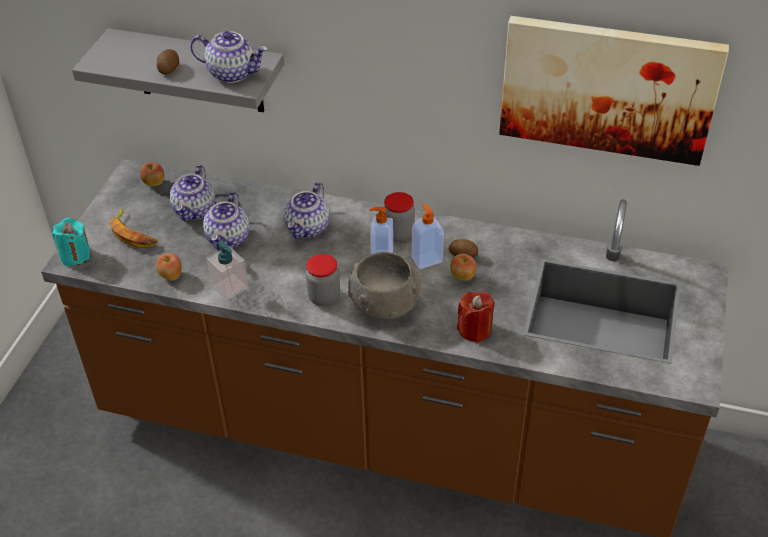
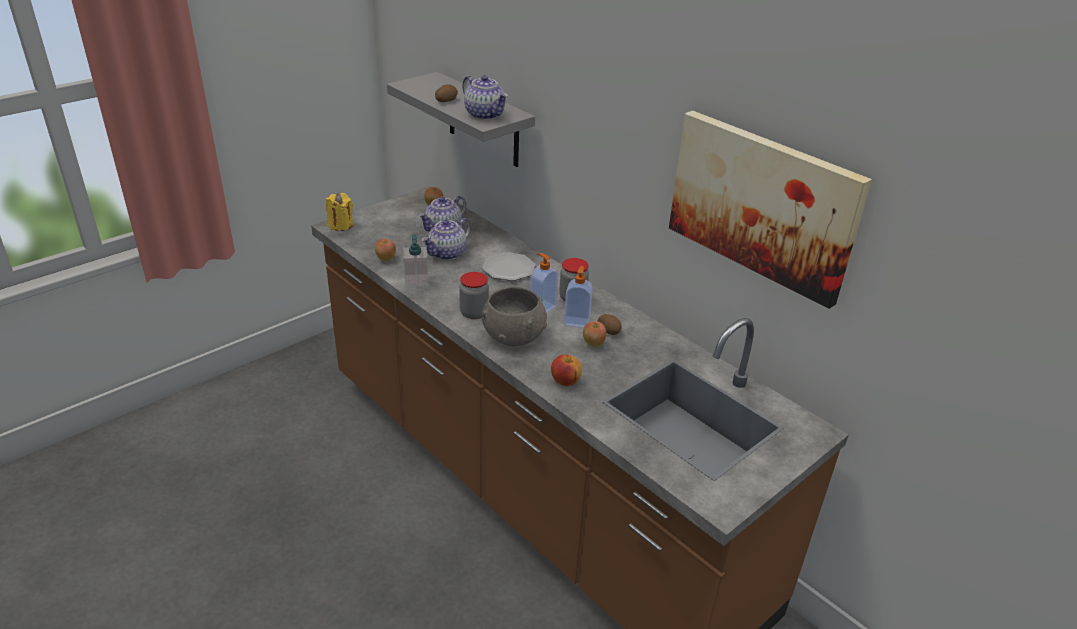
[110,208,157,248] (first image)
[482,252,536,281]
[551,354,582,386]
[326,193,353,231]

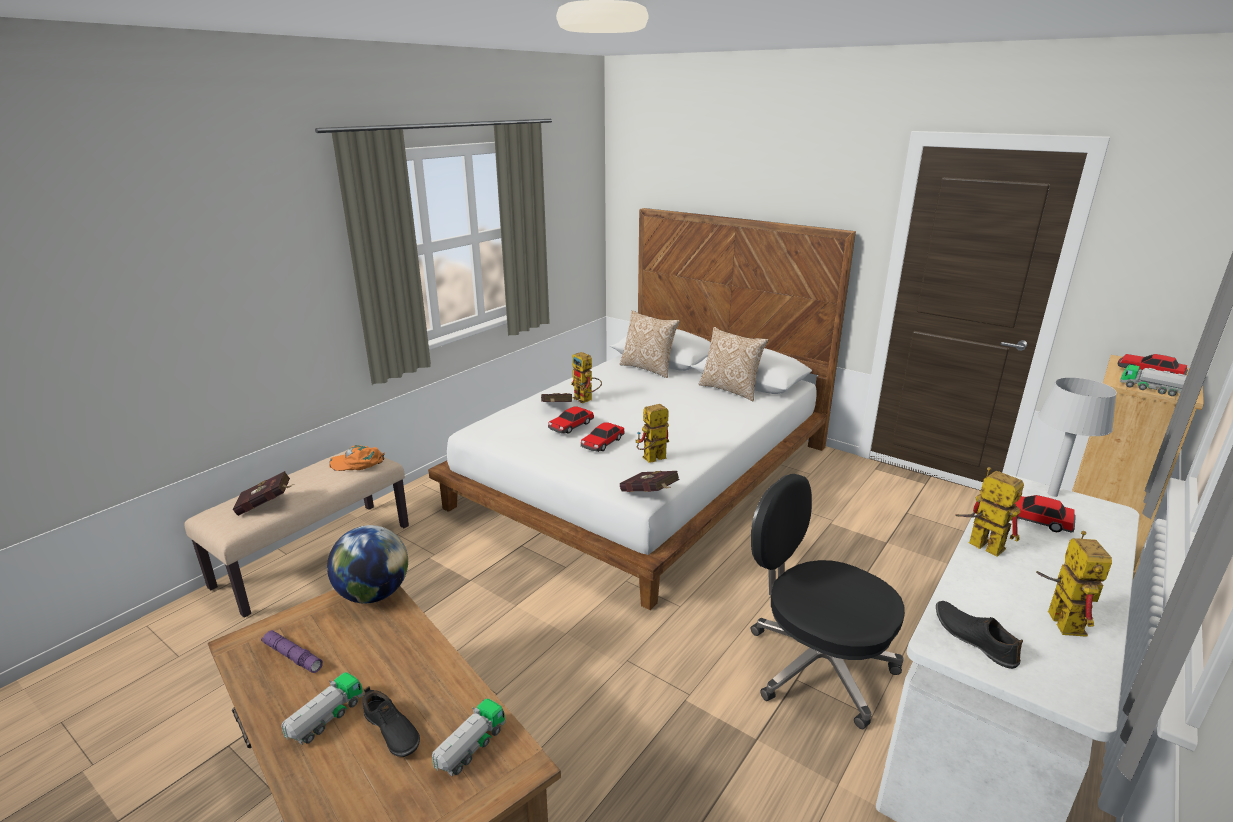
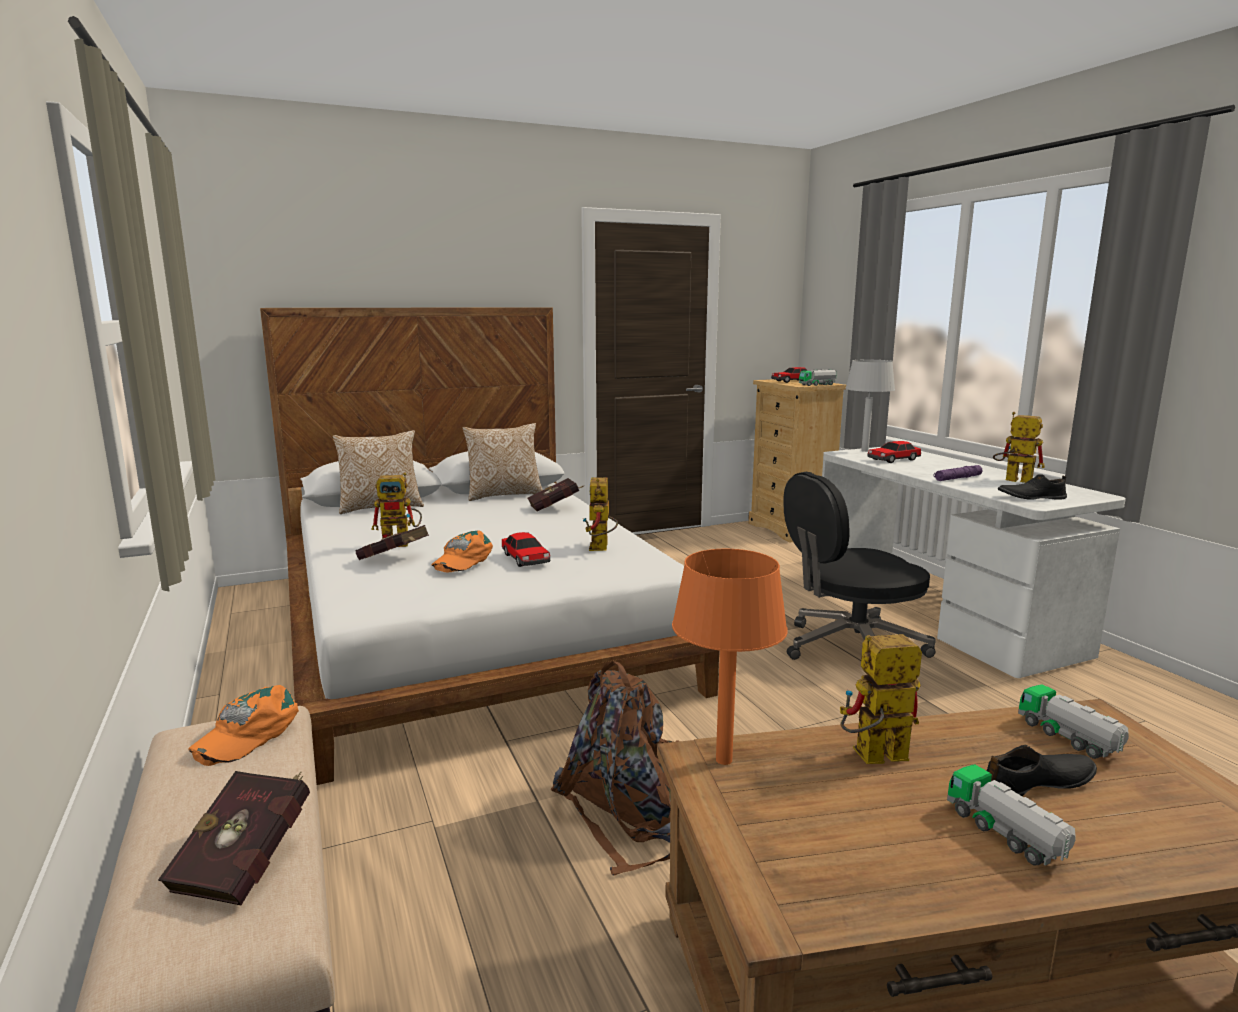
[550,661,679,875]
[934,465,982,481]
[527,478,585,512]
[840,634,922,764]
[672,549,788,765]
[431,530,493,572]

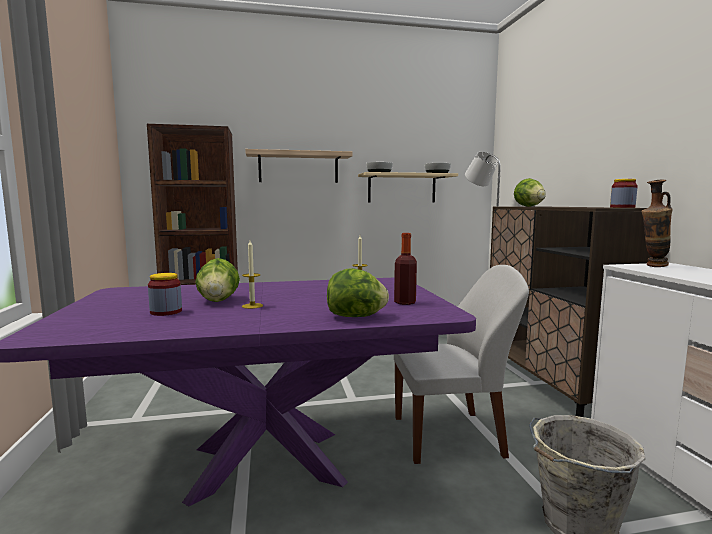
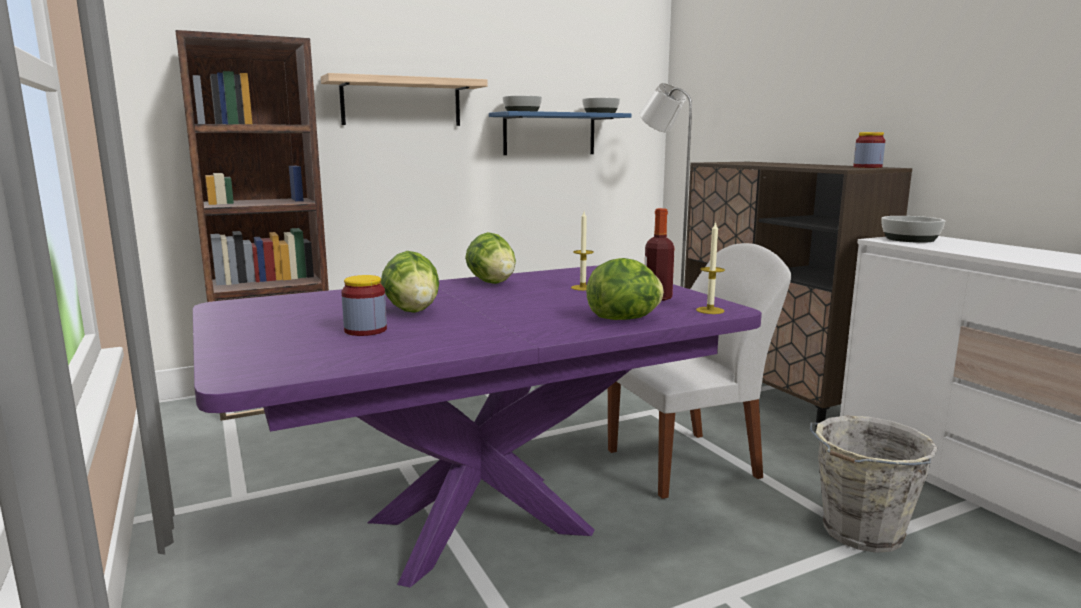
[696,221,725,314]
[465,232,516,284]
[882,216,945,243]
[489,111,632,155]

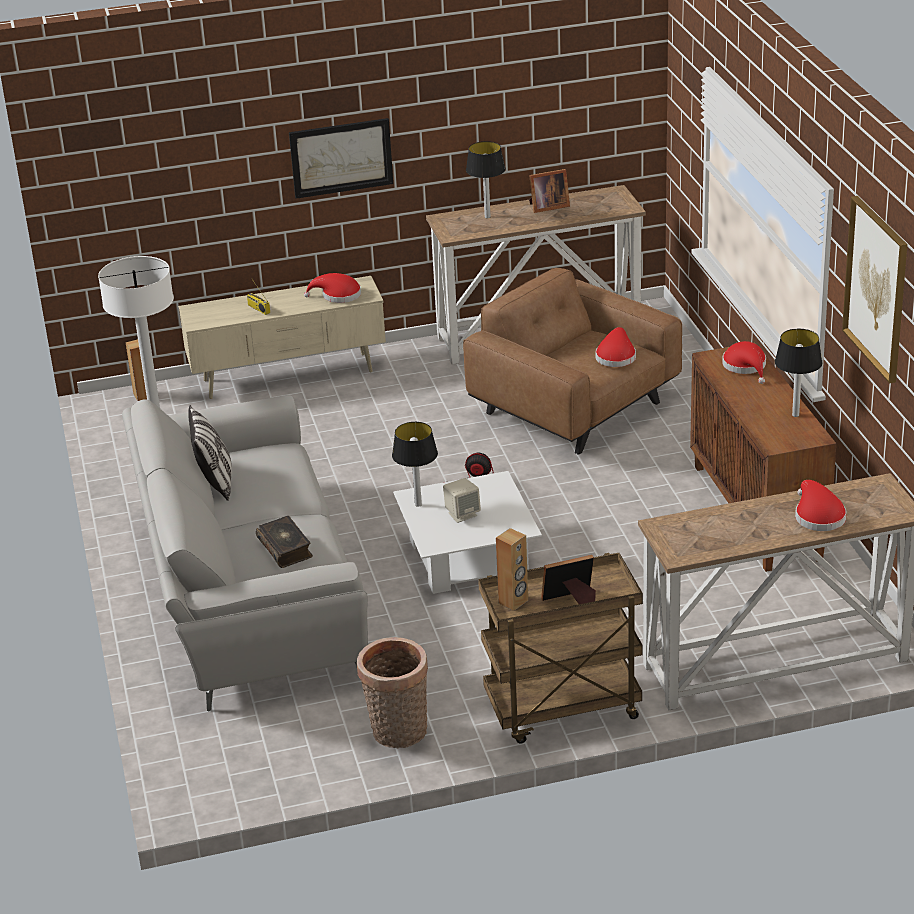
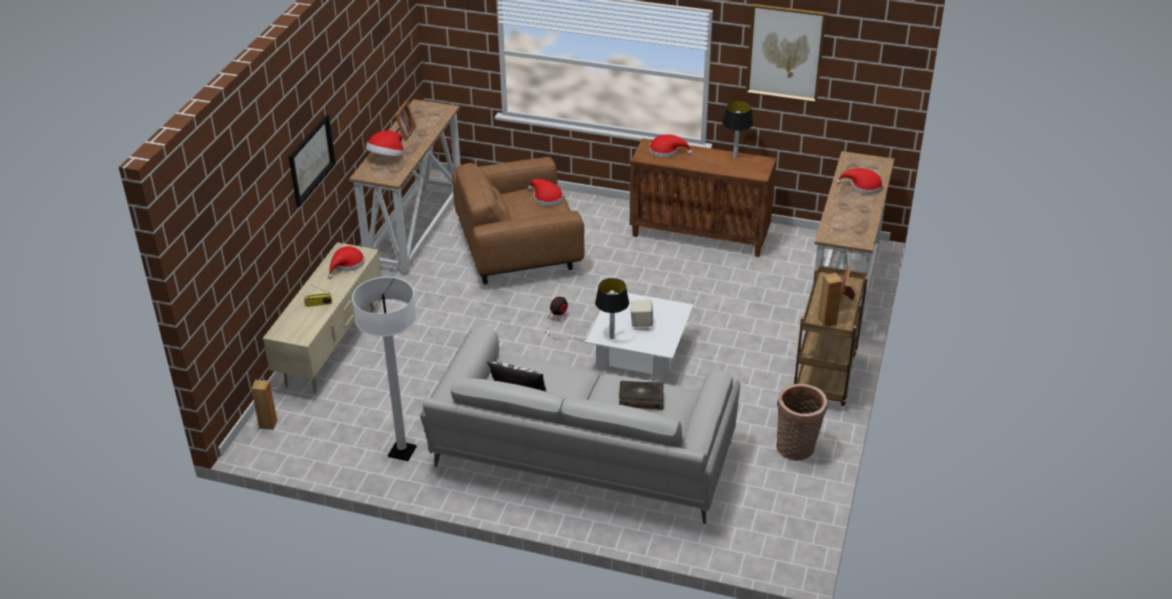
[366,131,403,156]

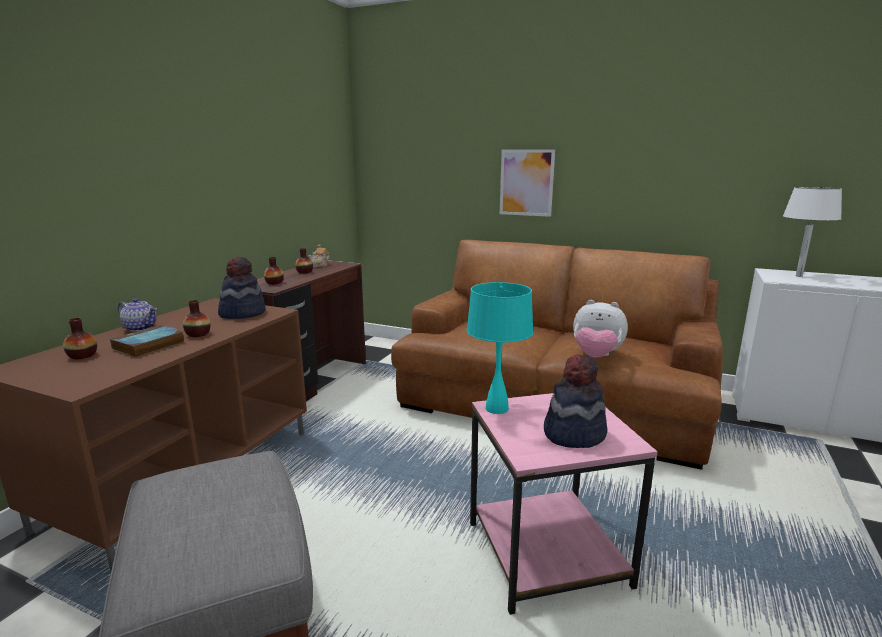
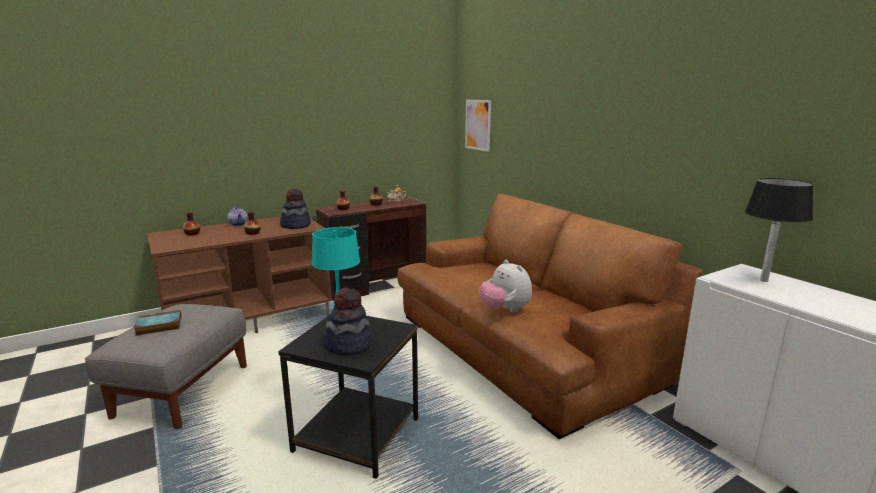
[134,310,182,336]
[465,100,491,152]
[278,316,418,479]
[745,178,814,282]

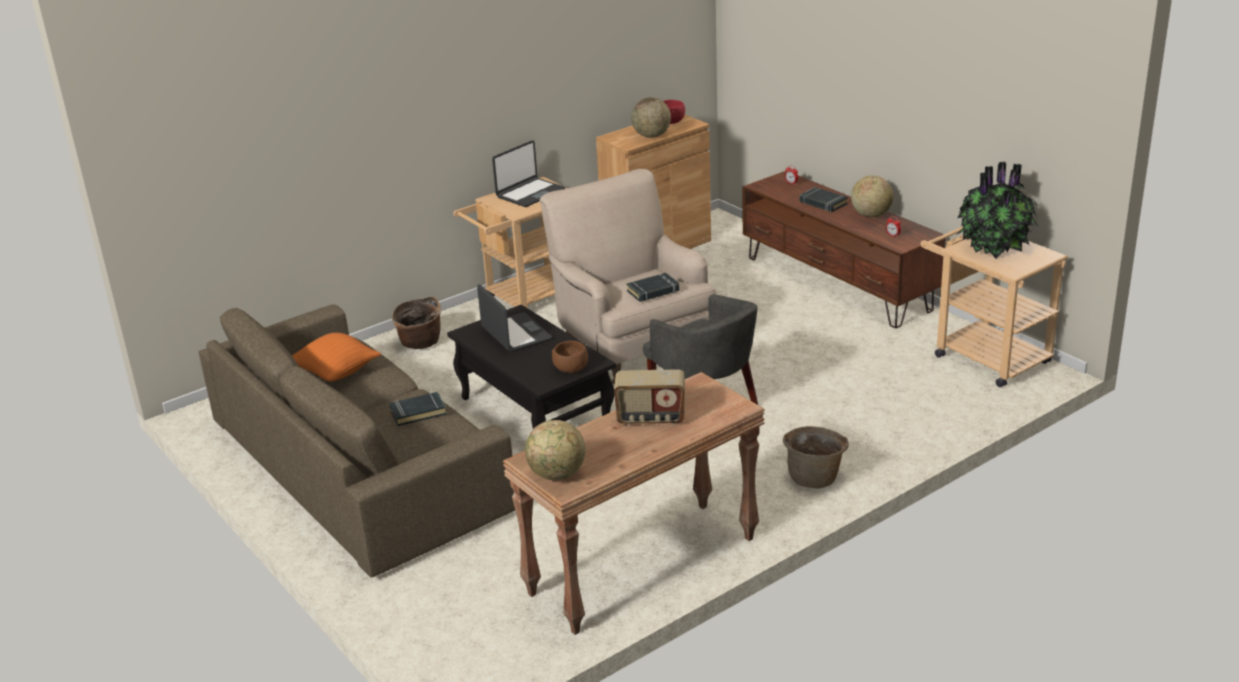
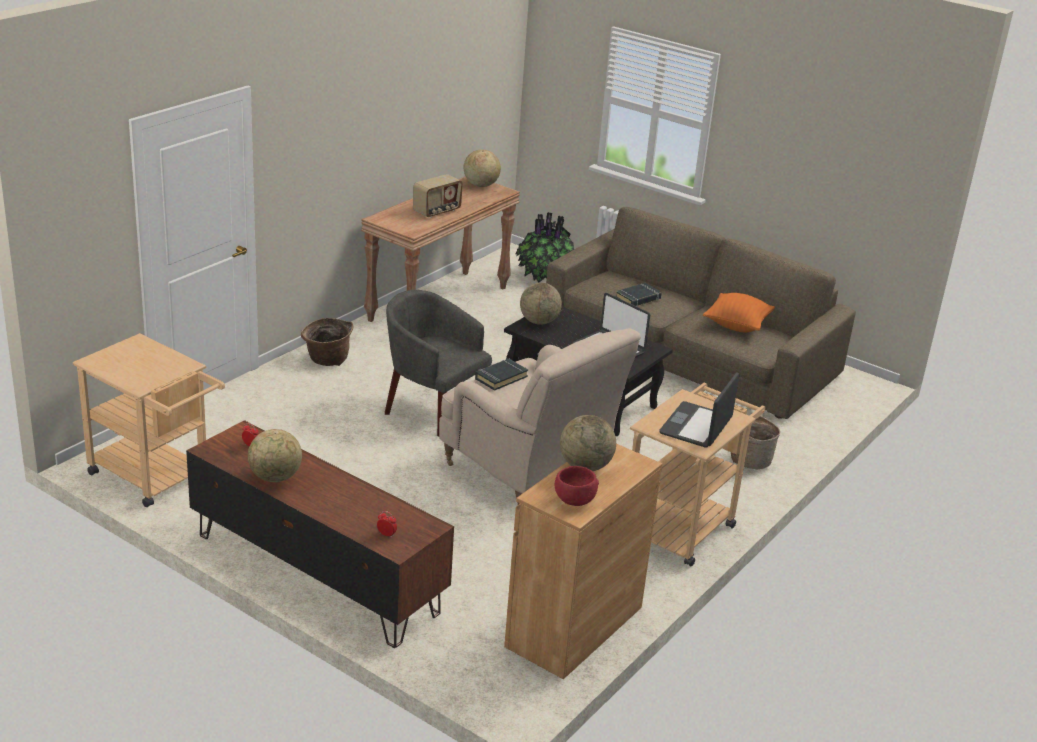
[800,187,848,212] (first image)
[516,212,574,283]
[520,283,562,325]
[413,174,463,218]

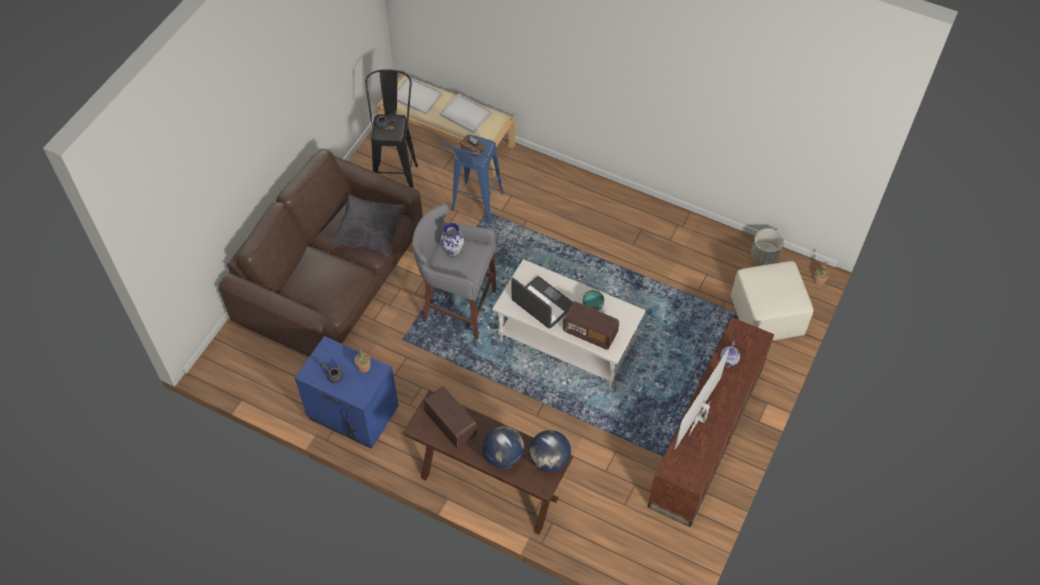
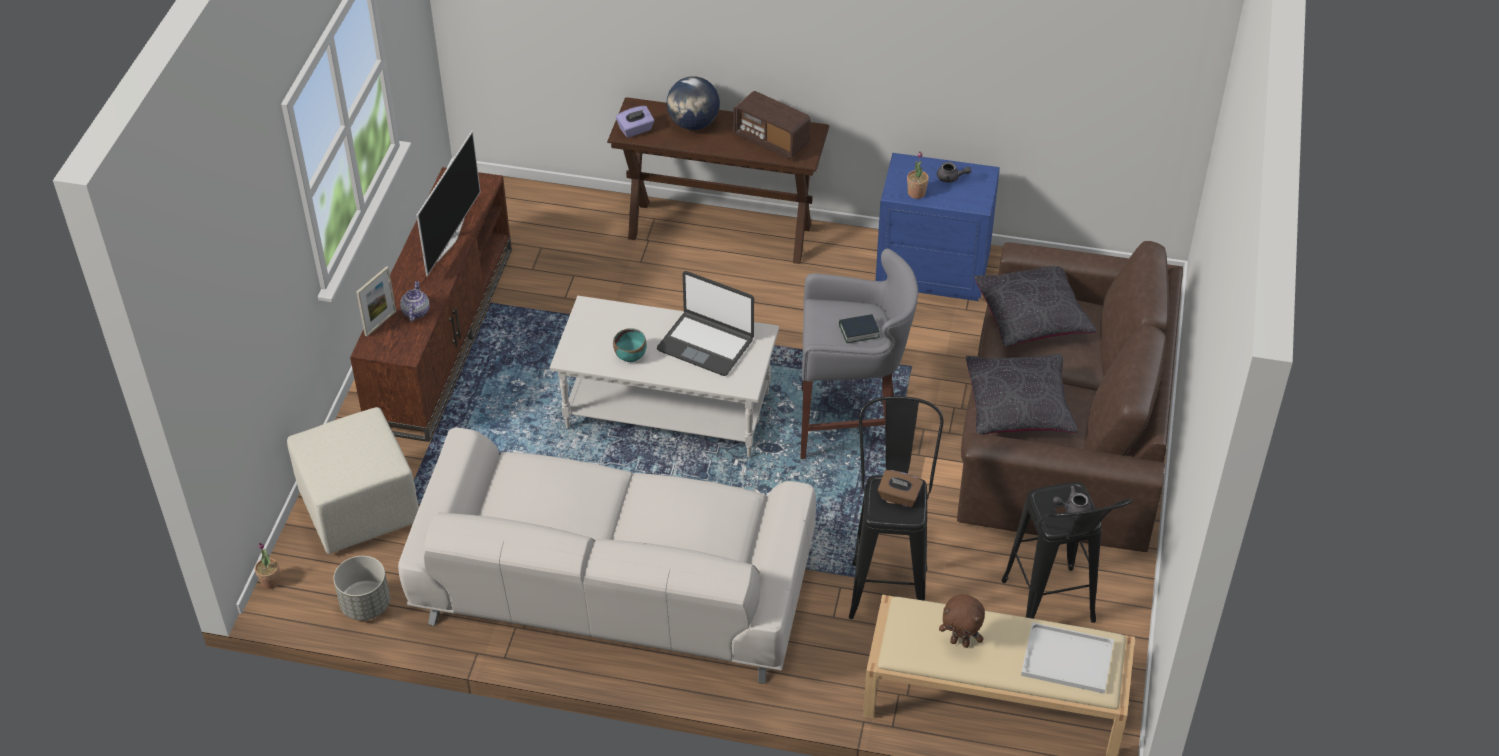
[563,301,619,350] (first image)
[356,266,396,337]
[398,427,816,684]
[974,266,1096,347]
[939,594,985,648]
[839,314,880,343]
[616,106,654,138]
[849,396,943,619]

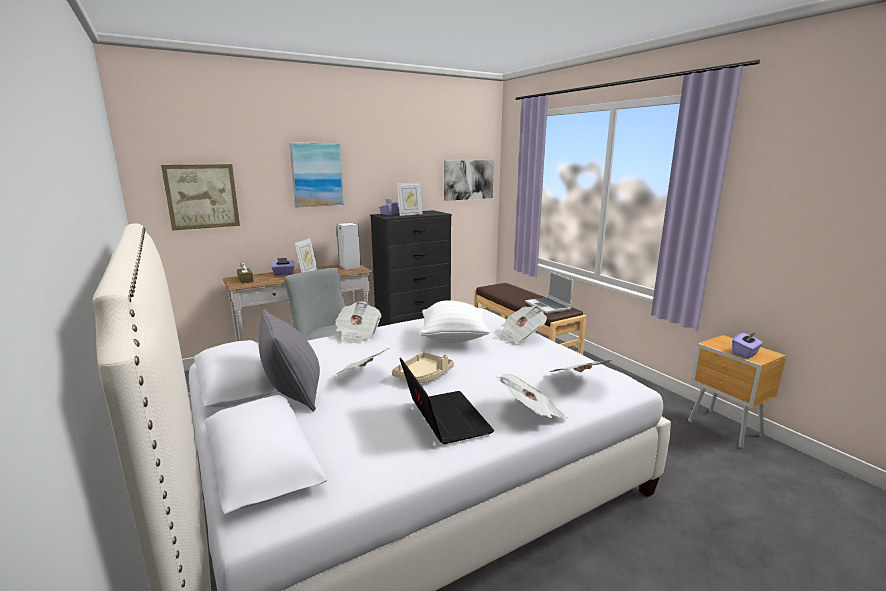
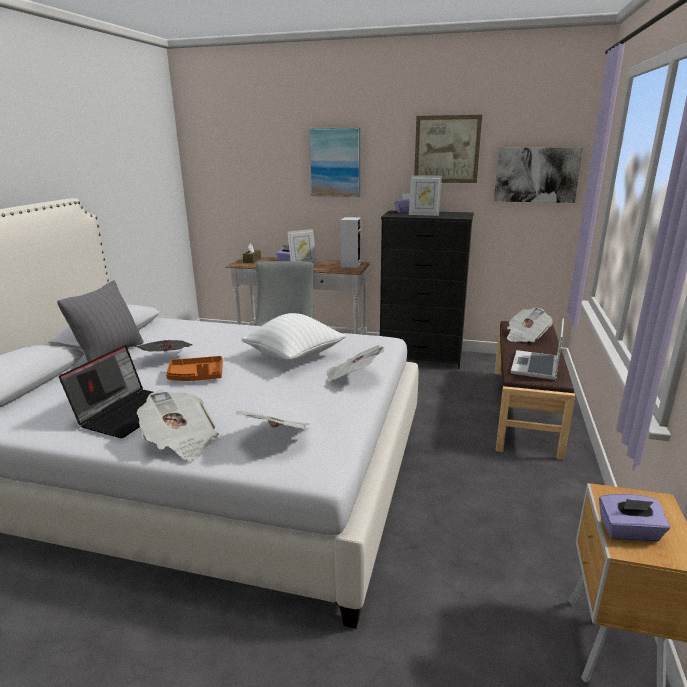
[414,115,482,183]
[507,308,553,343]
[166,356,223,381]

